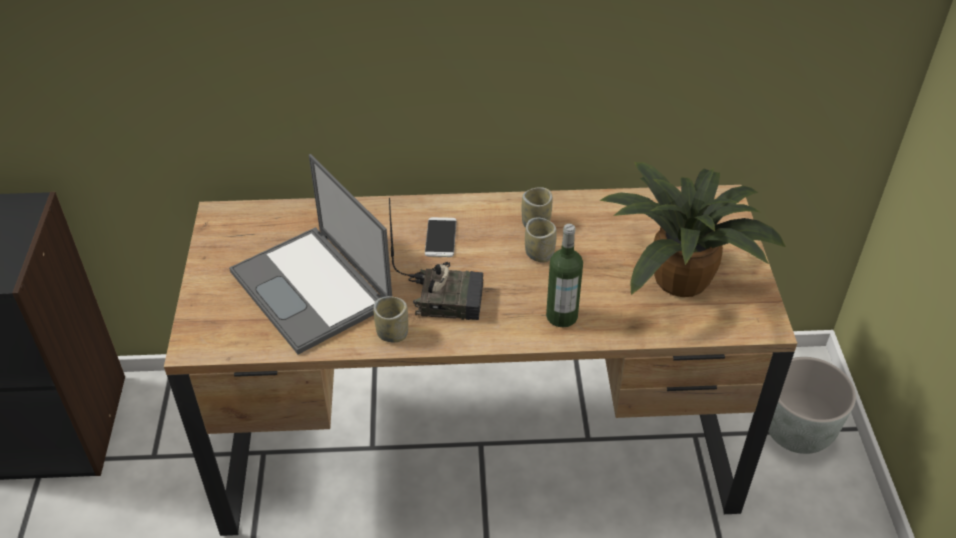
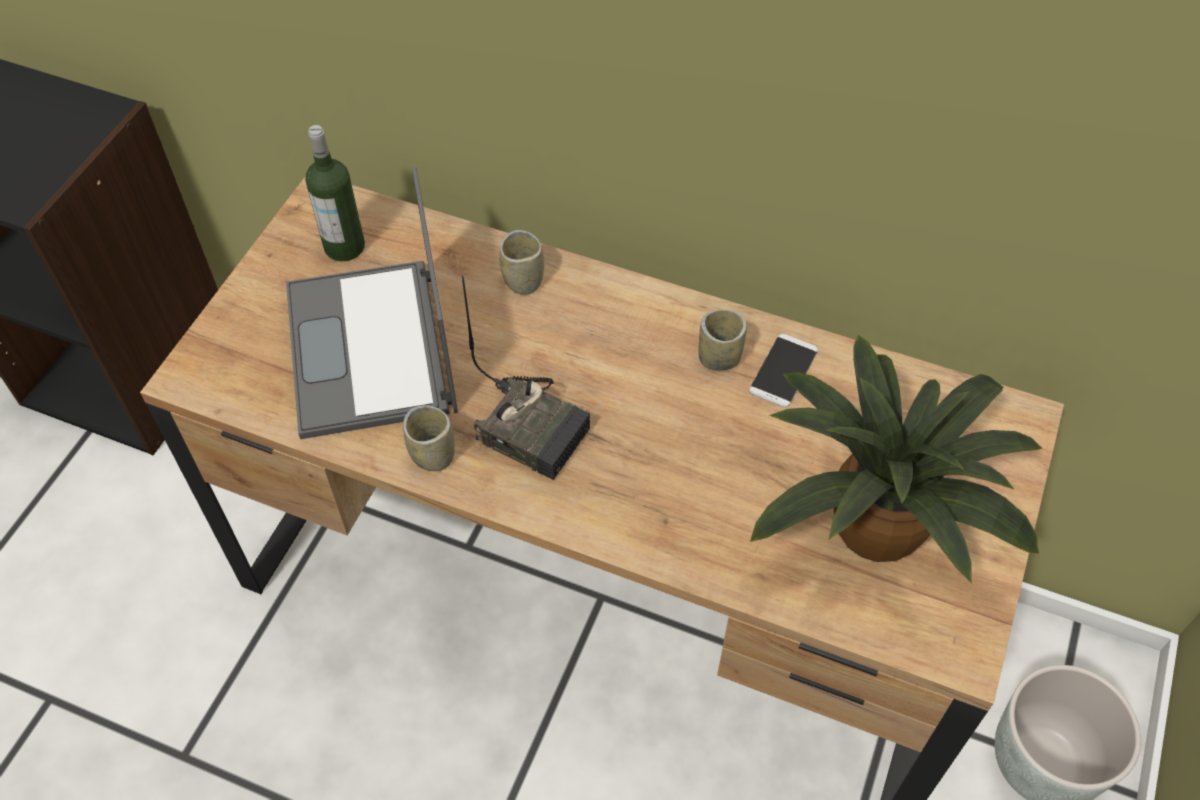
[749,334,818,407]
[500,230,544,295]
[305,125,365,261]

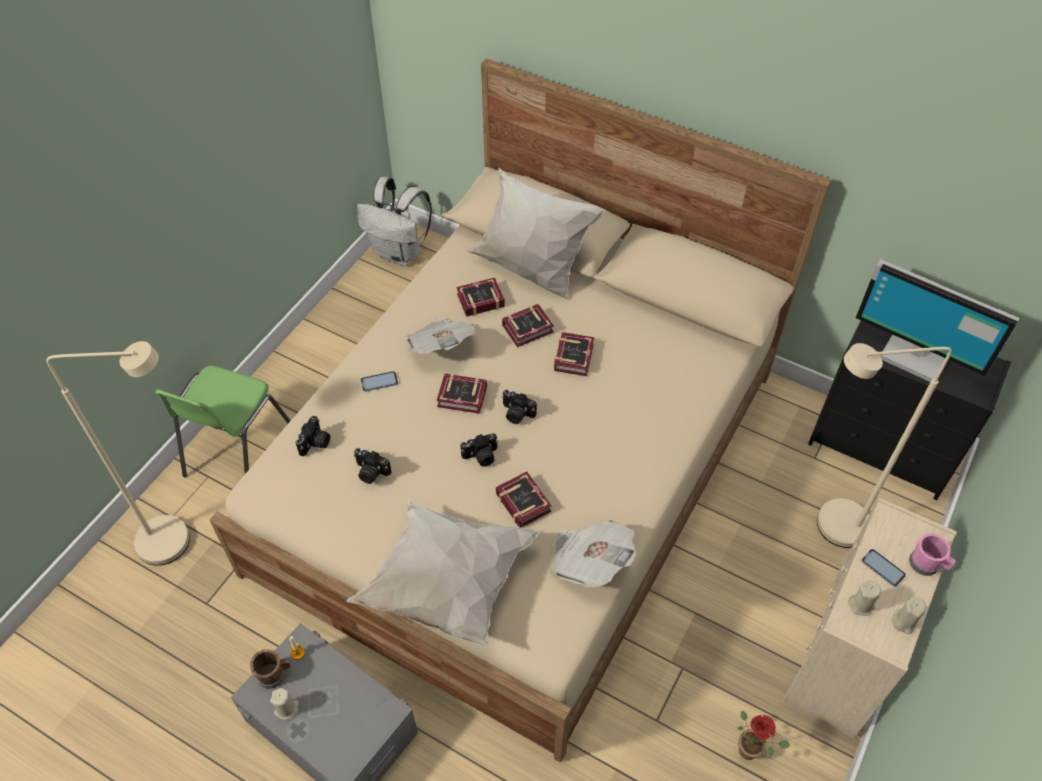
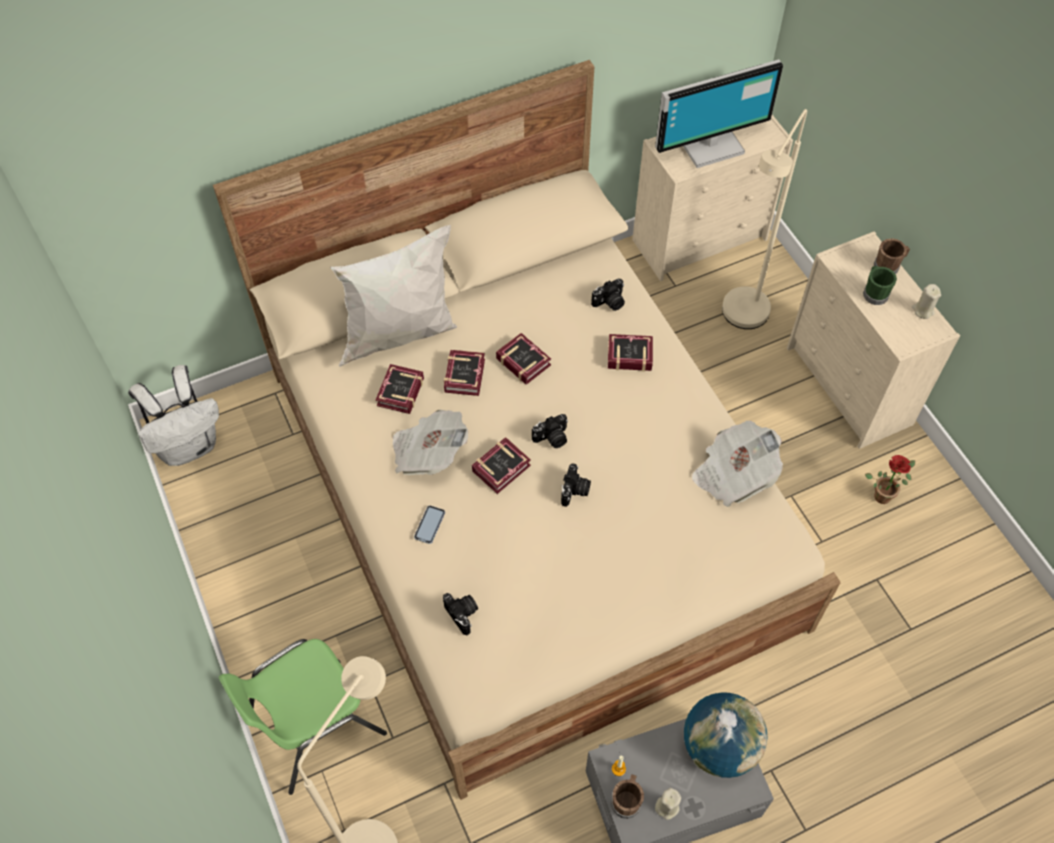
[347,499,540,647] (first image)
[848,580,881,616] (first image)
[684,692,767,778]
[591,279,625,311]
[608,334,653,372]
[863,266,897,305]
[632,115,793,281]
[874,238,910,274]
[219,639,387,795]

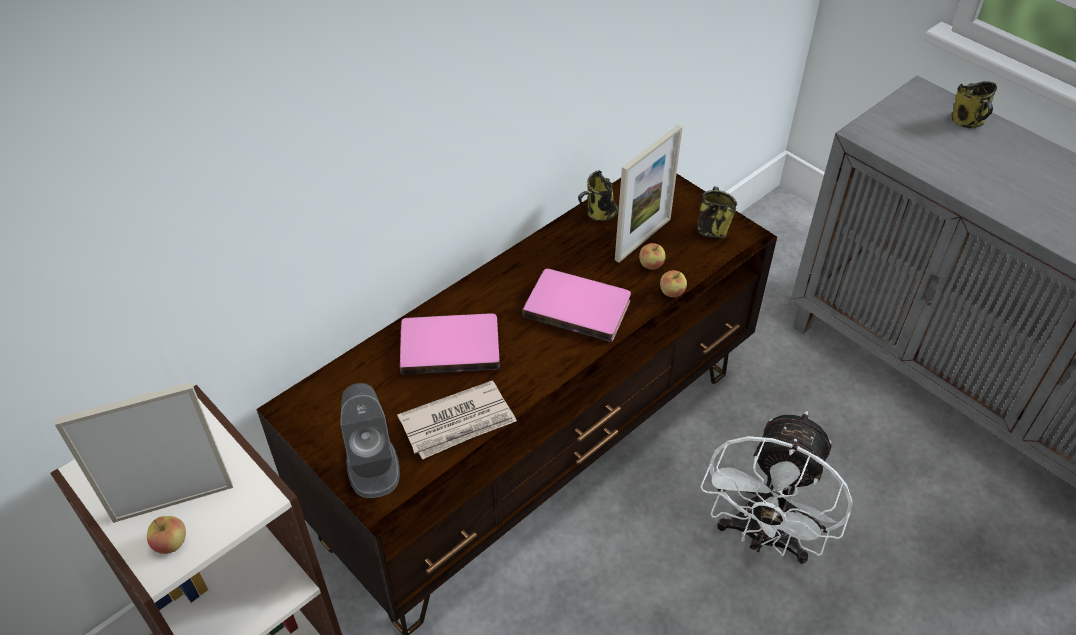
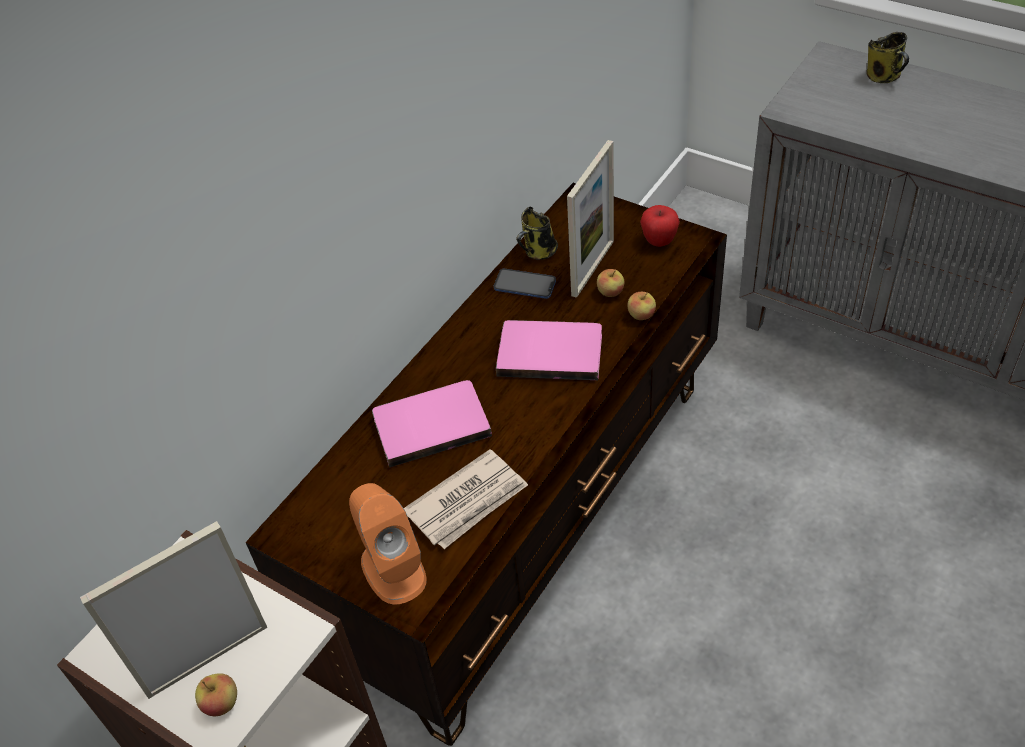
[700,411,853,564] (first image)
[494,268,556,299]
[640,205,680,247]
[349,483,427,605]

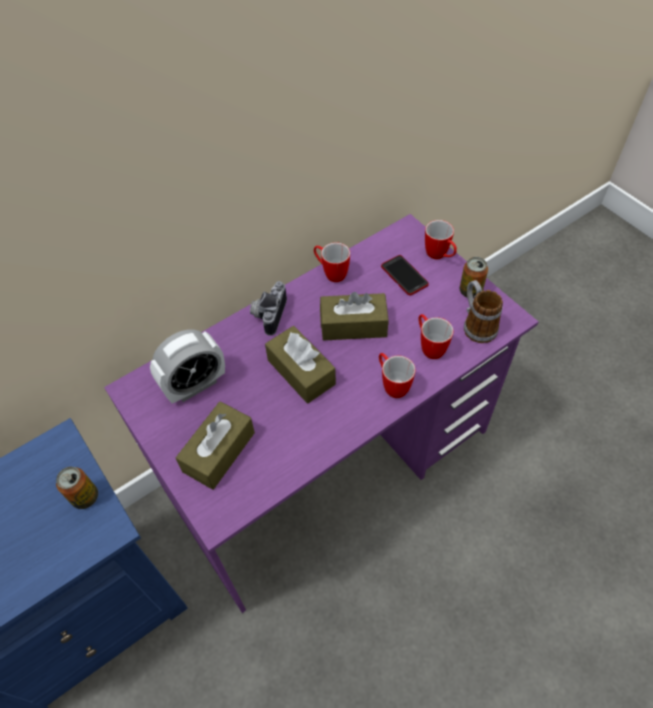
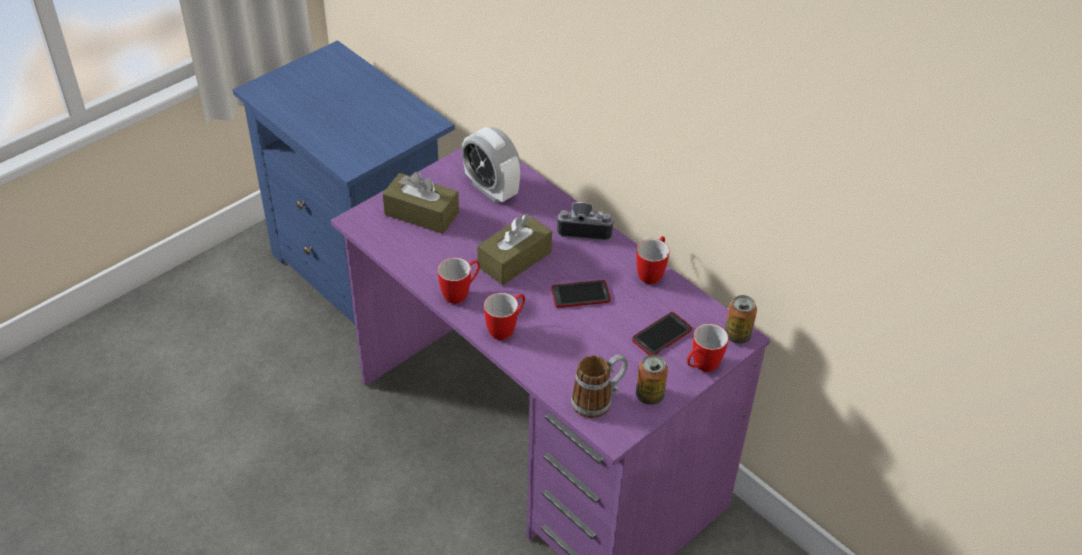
[725,295,757,344]
[437,257,480,304]
[551,280,611,308]

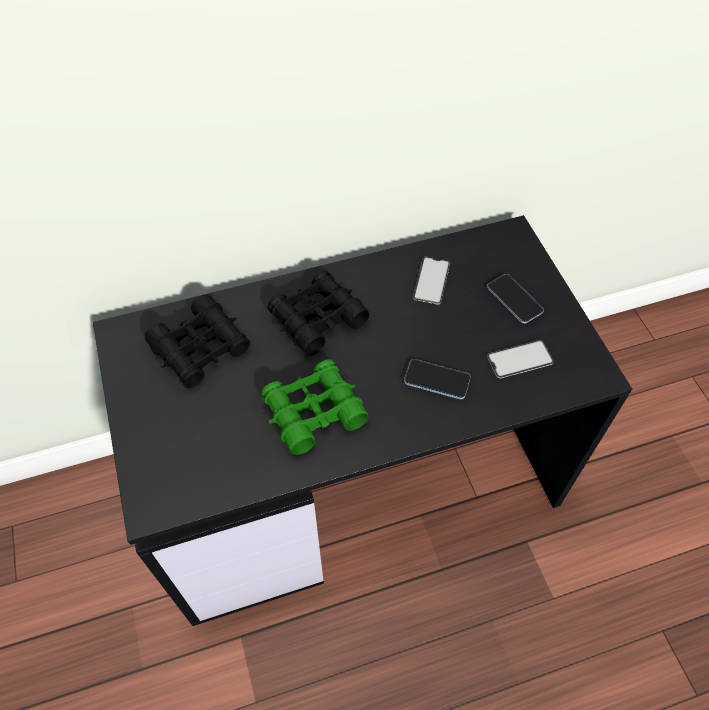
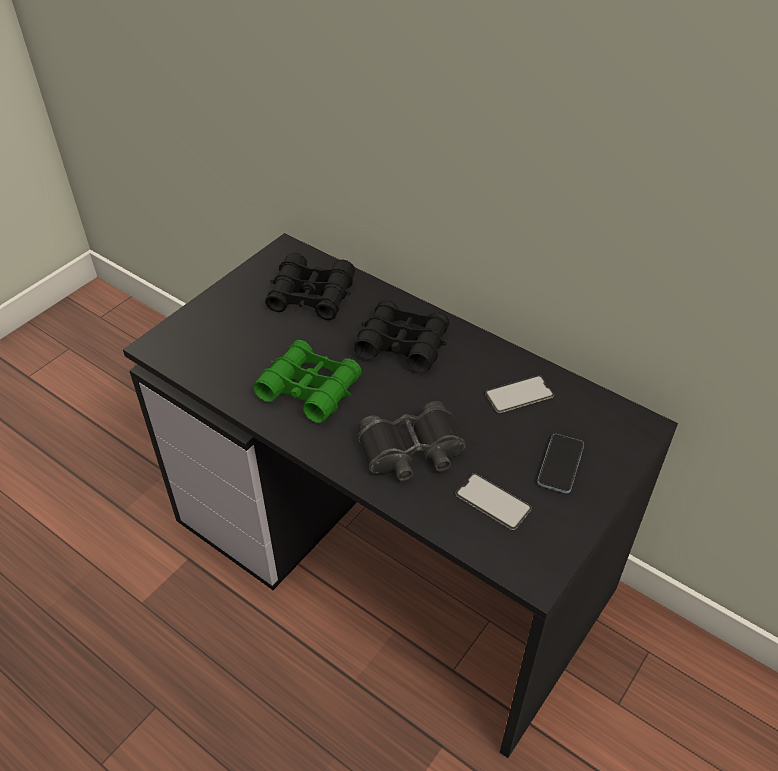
[358,401,466,481]

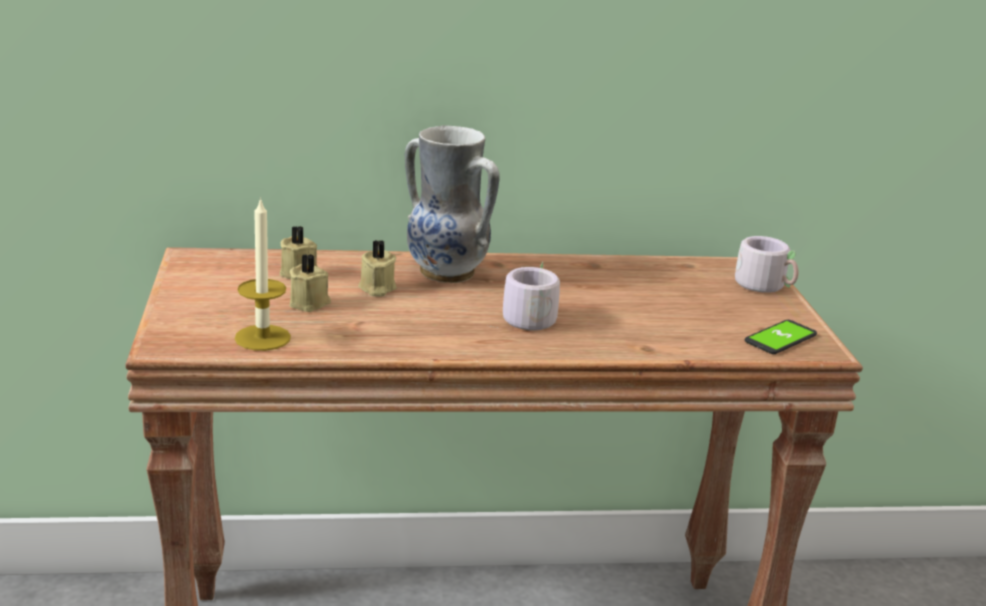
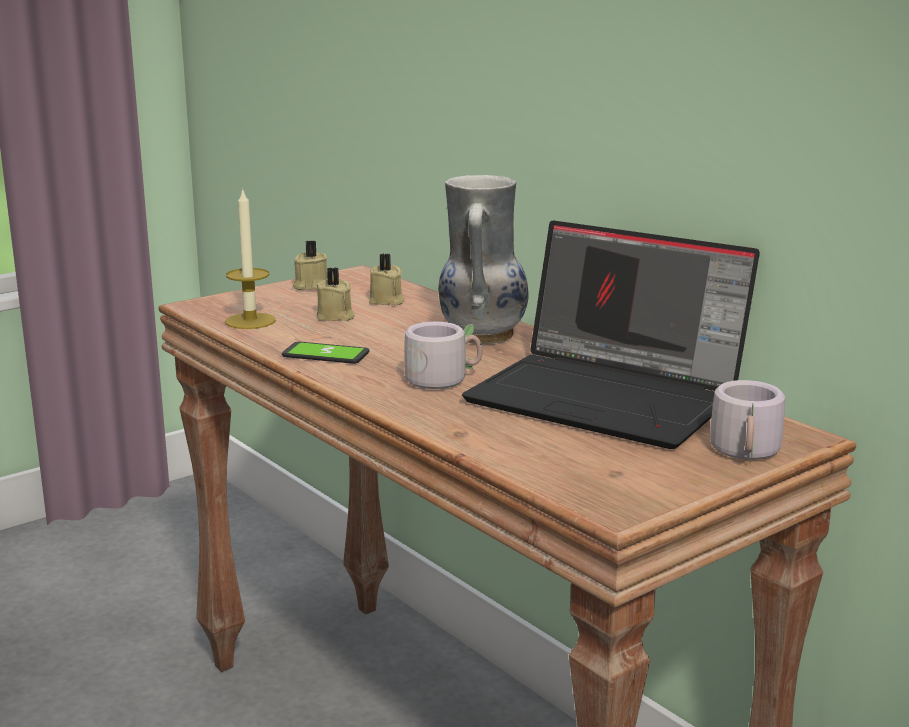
[462,221,760,449]
[293,240,327,290]
[282,342,369,364]

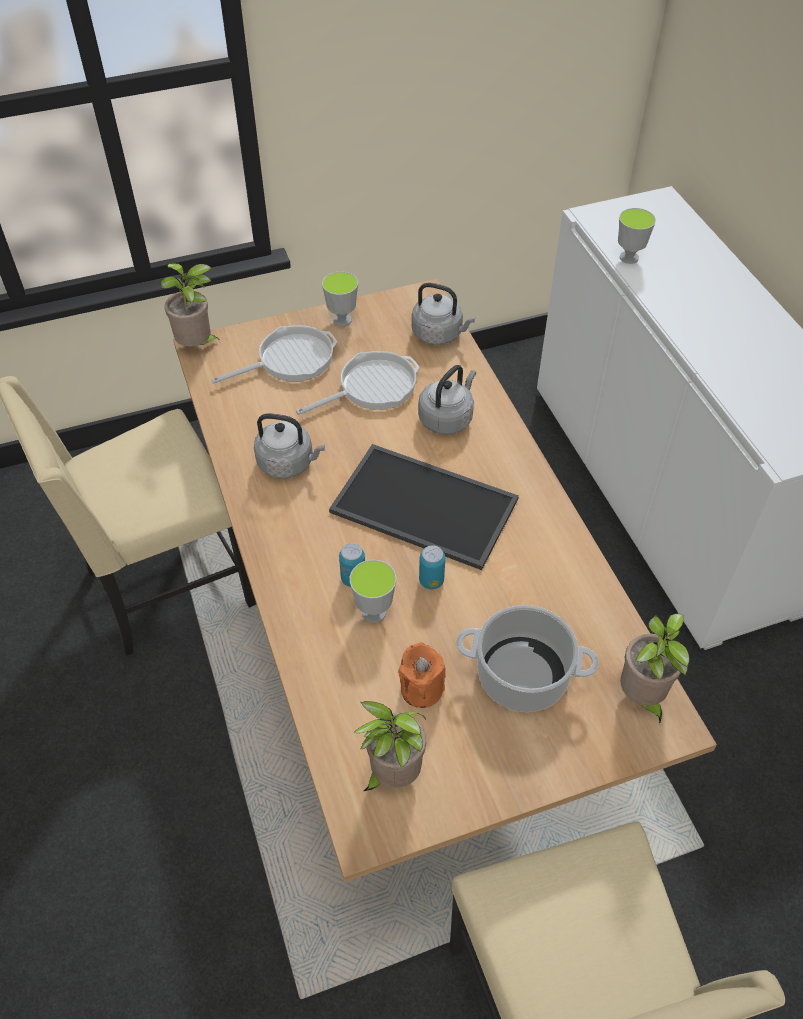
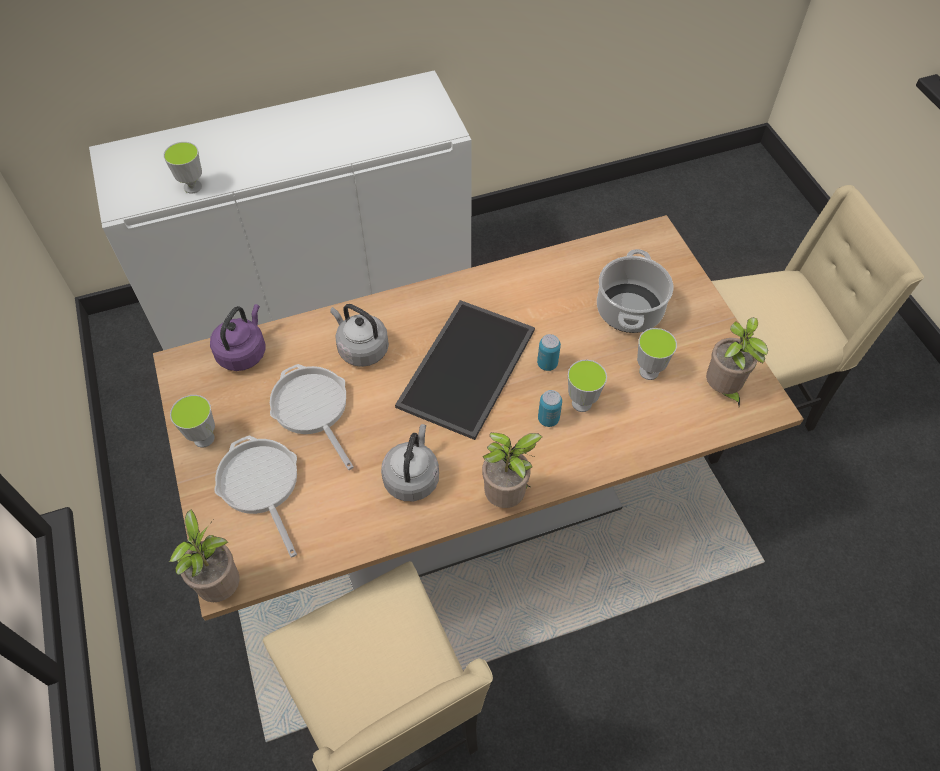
[482,432,542,508]
[637,328,677,380]
[210,304,265,371]

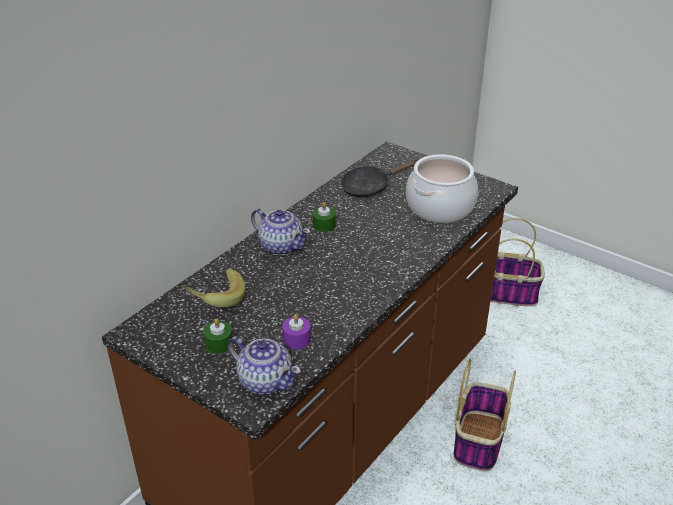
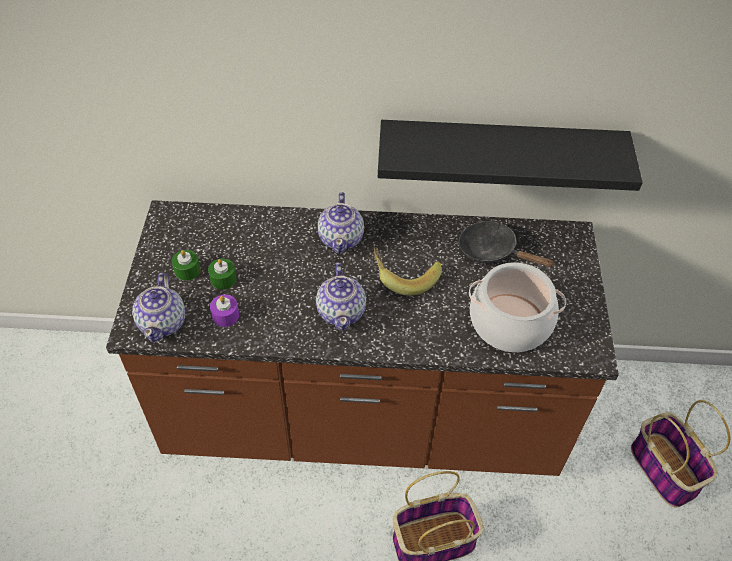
[316,262,366,331]
[378,120,643,191]
[373,247,442,296]
[208,259,236,290]

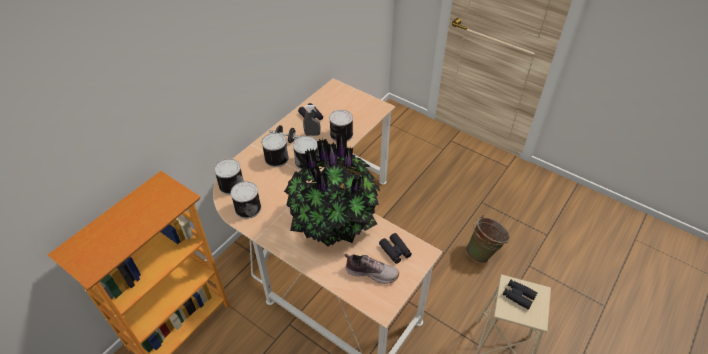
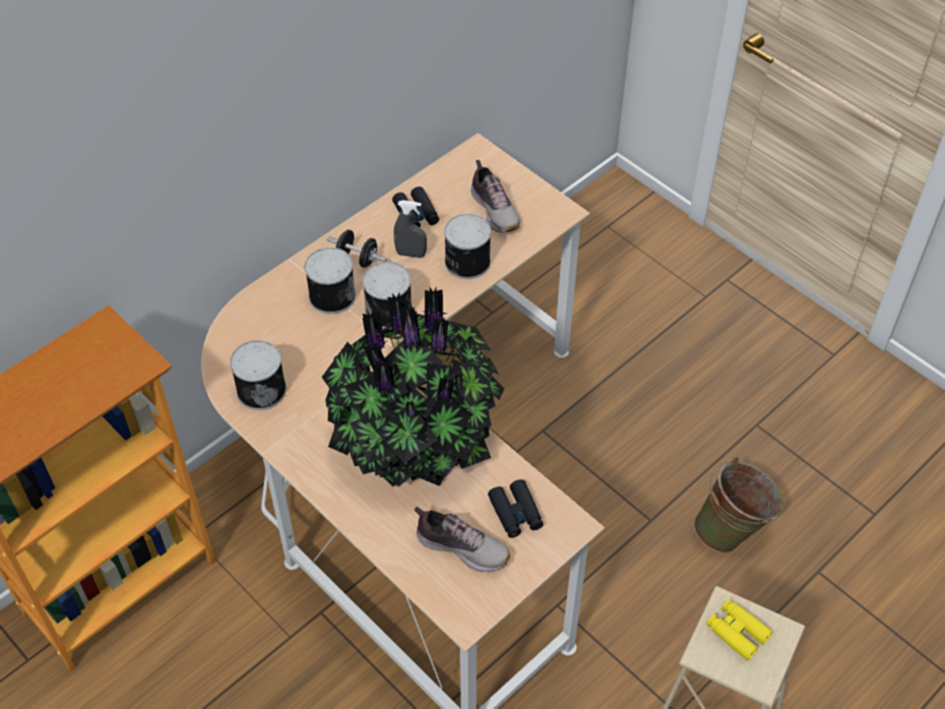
[214,159,244,195] (first image)
[471,160,520,233]
[706,599,773,661]

